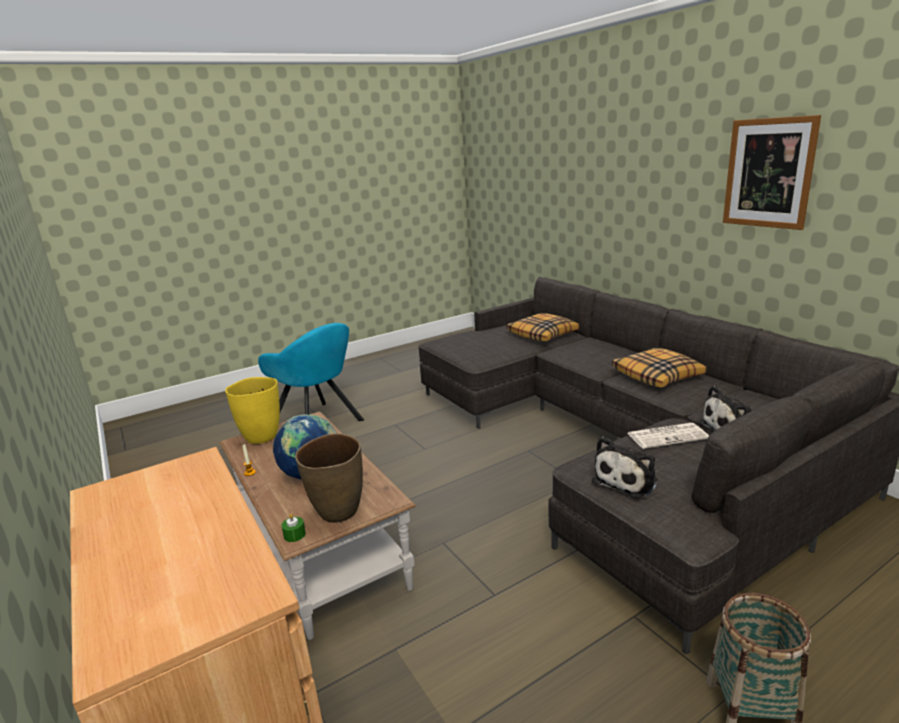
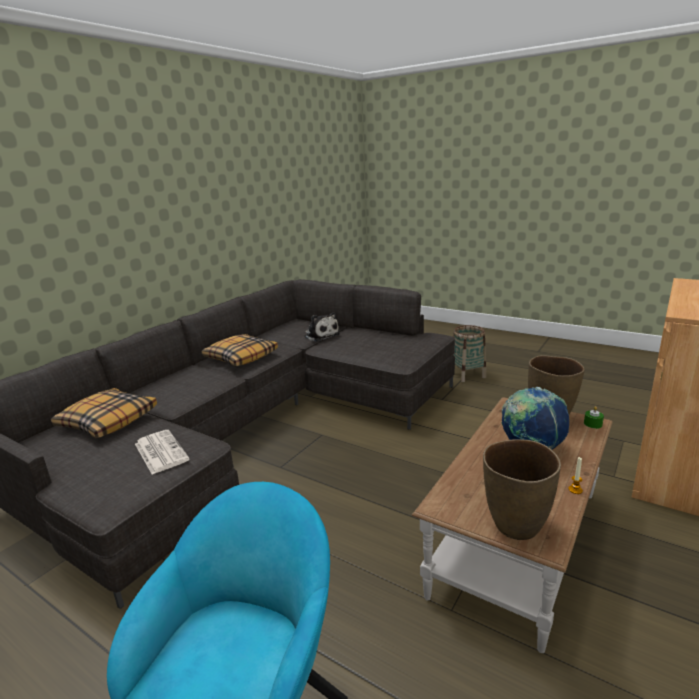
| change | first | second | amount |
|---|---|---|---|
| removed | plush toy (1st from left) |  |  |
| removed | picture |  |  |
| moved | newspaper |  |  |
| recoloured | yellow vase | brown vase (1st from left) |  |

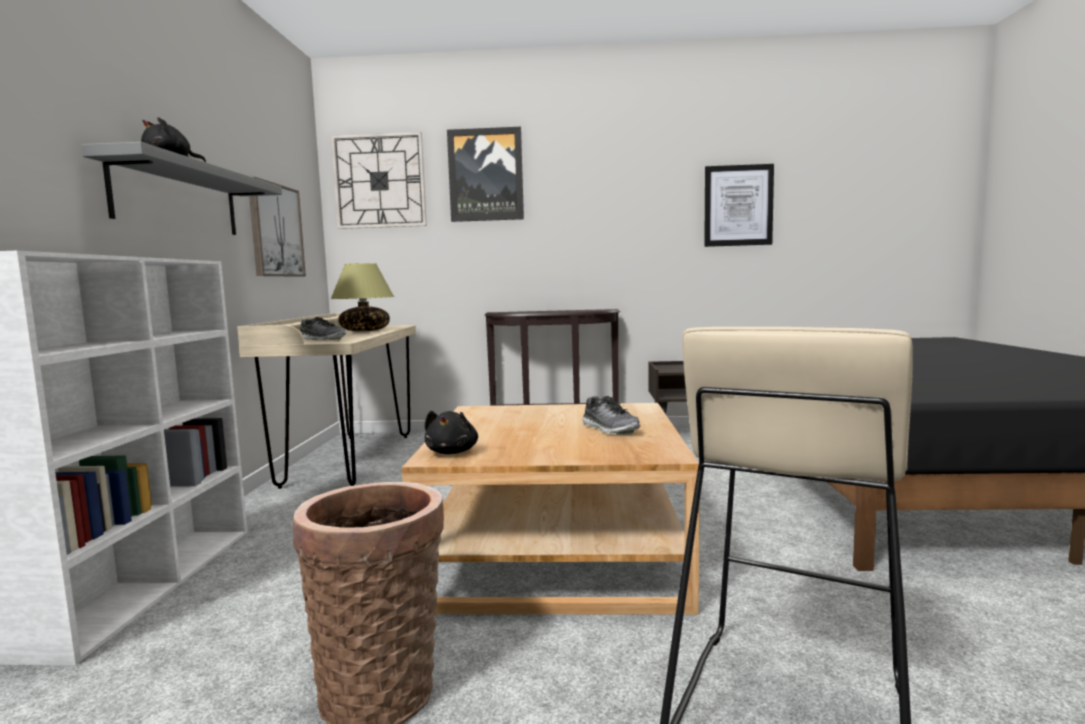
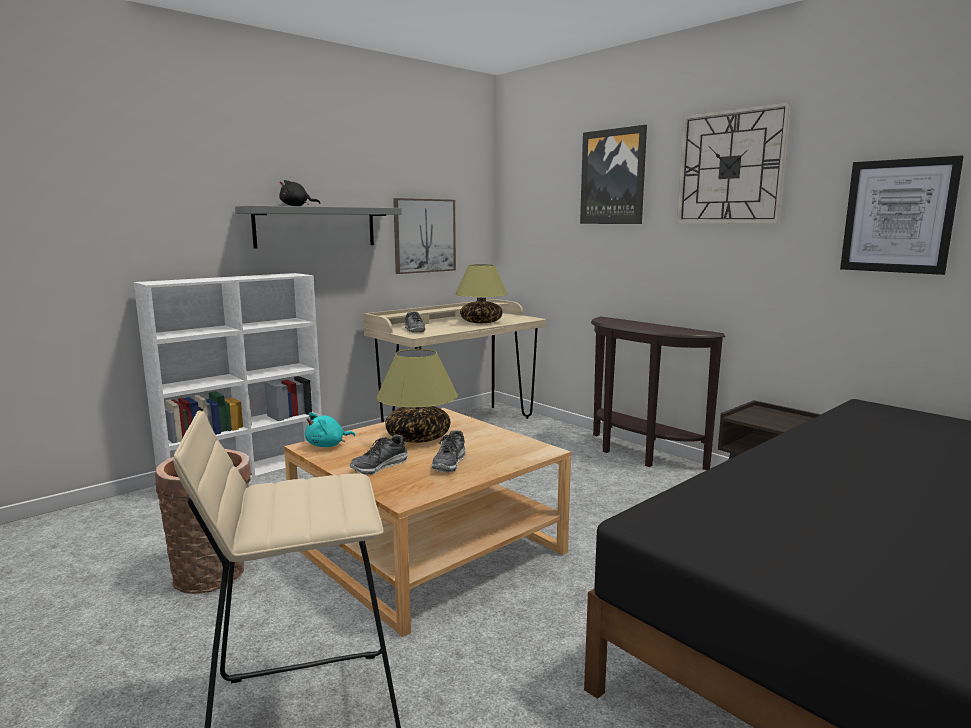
| change | first | second | amount |
|---|---|---|---|
| added |  | shoe (1st from left) |  |
| added |  | table lamp (1st from left) |  |
| moved | wall clock |  |  |
| recoloured | black plush toy (2nd from left) | turquoise plush toy |  |

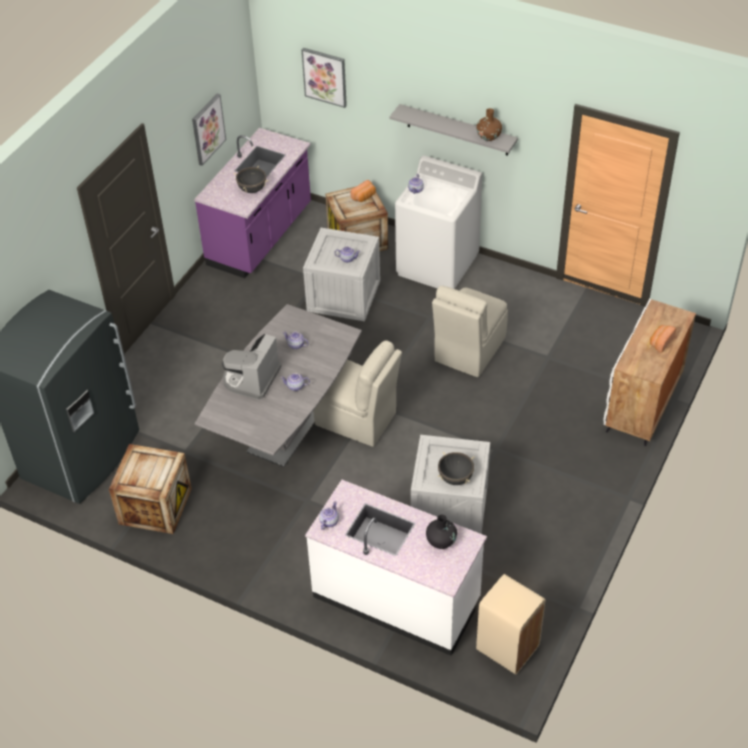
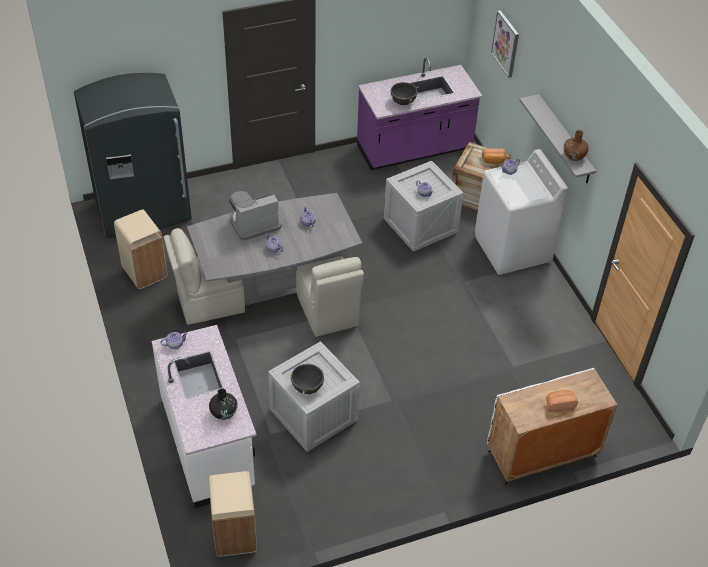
| change | first | second | amount |
|---|---|---|---|
| removed | picture (1st from left) |  |  |
| moved | beige chair (2nd from left in the first image) | beige chair (1st from left) |  |
| replaced | crate (1st from left) | beige trash can (1st from left) |  |

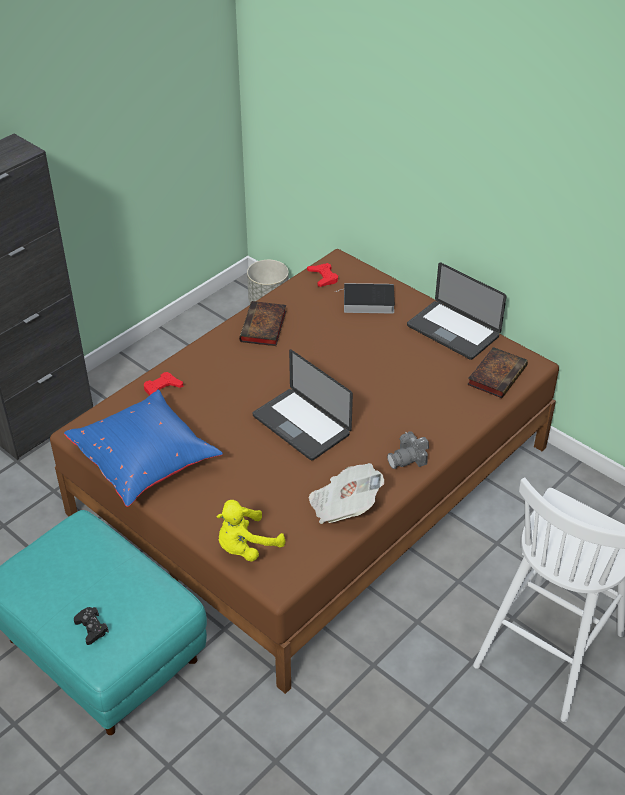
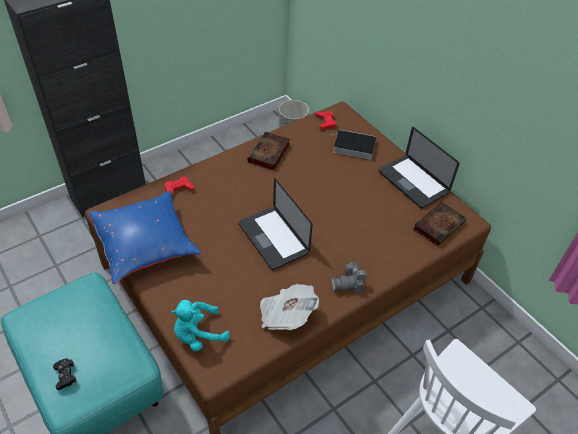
| change | first | second | amount |
|---|---|---|---|
| recoloured | yellow plush toy | turquoise plush toy |  |

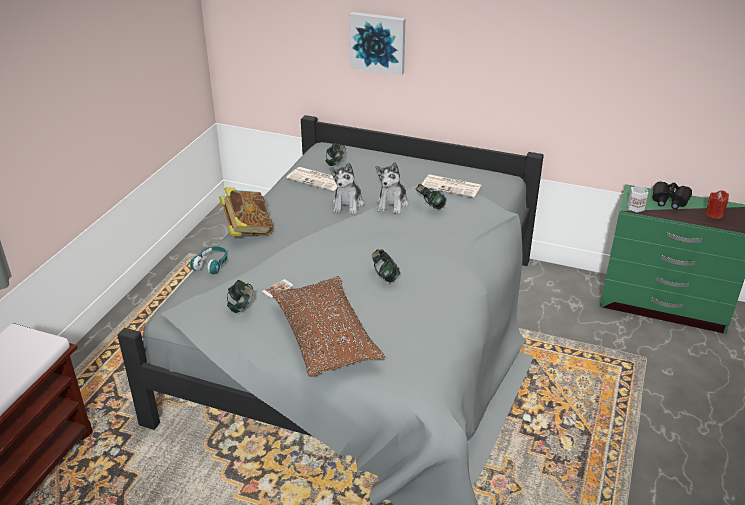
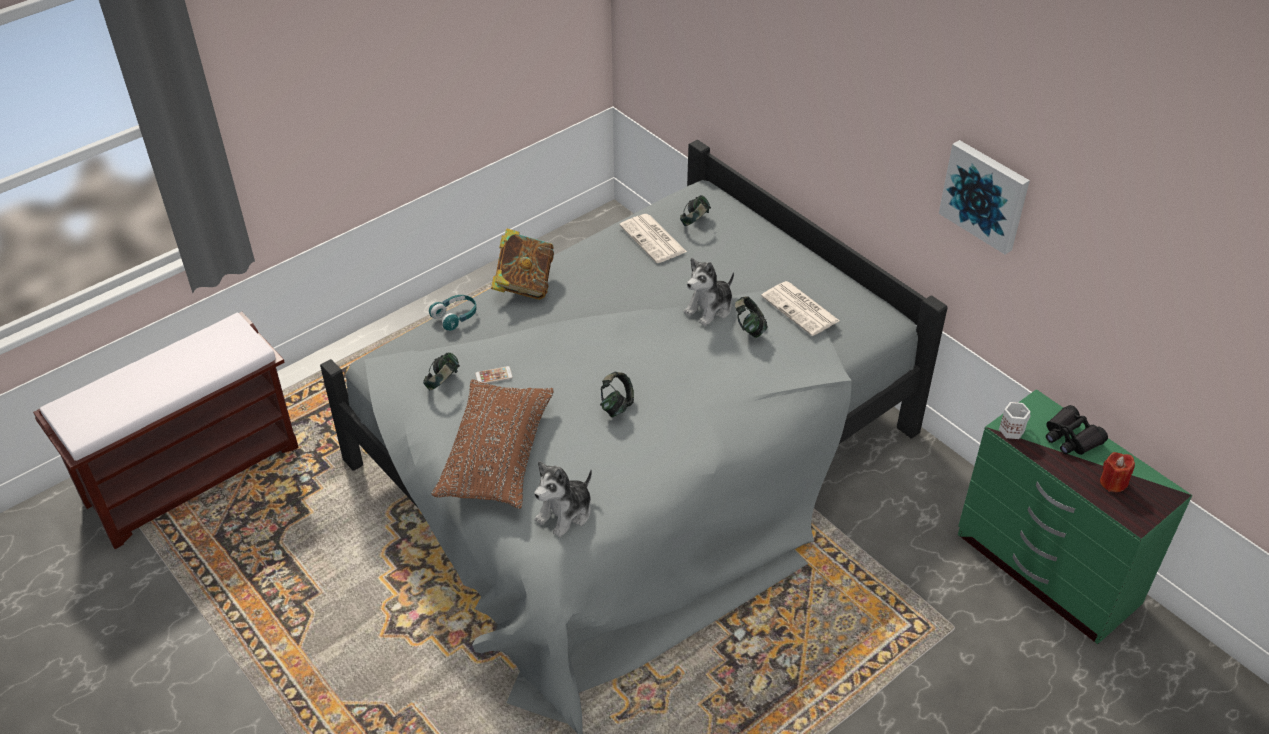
| change | first | second | amount |
|---|---|---|---|
| moved | plush toy (1st from left) |  |  |
| moved | picture |  |  |

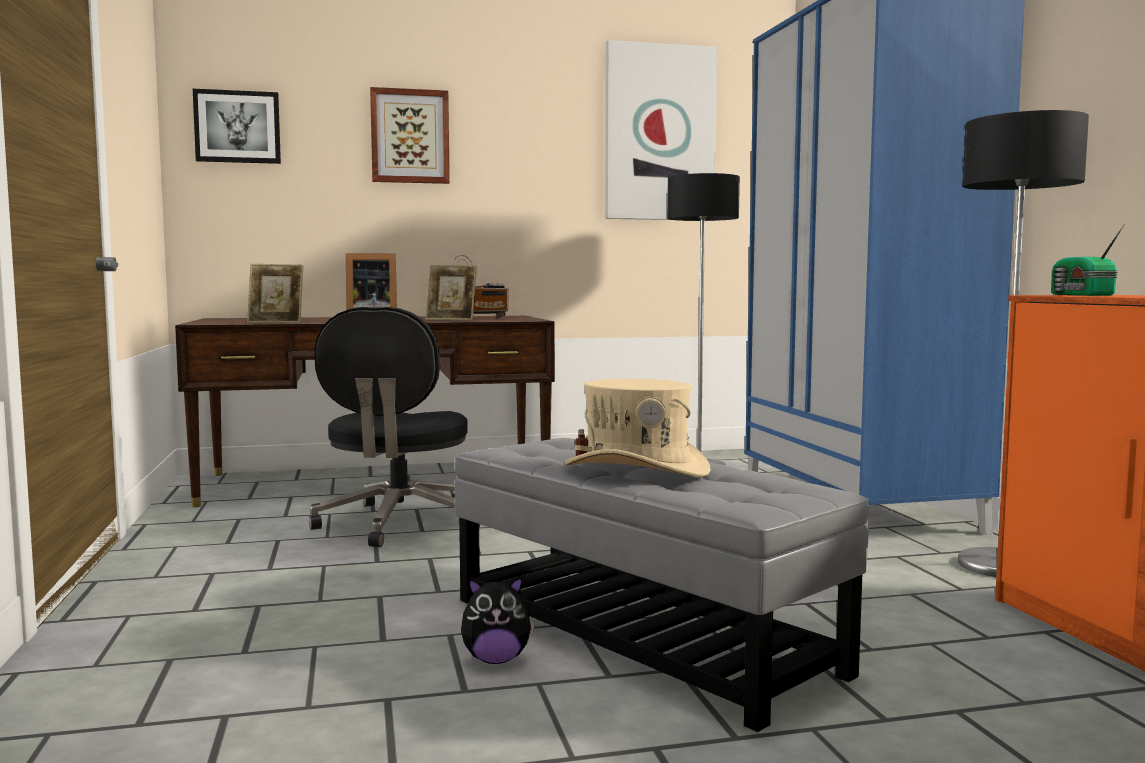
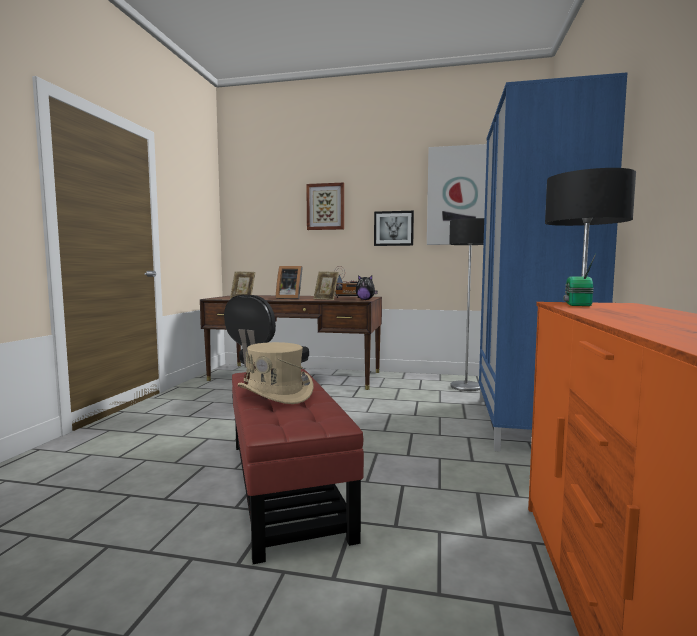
| change | first | second | amount |
|---|---|---|---|
| moved | picture (1st from left in the first image) | picture (2nd from left) |  |
| moved | plush toy |  |  |
| recoloured | grey ottoman | red ottoman |  |

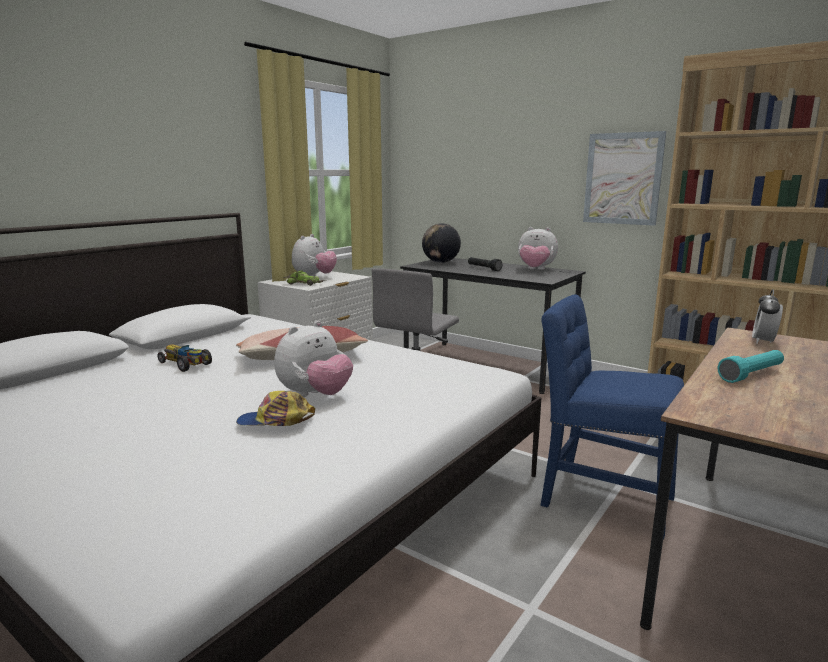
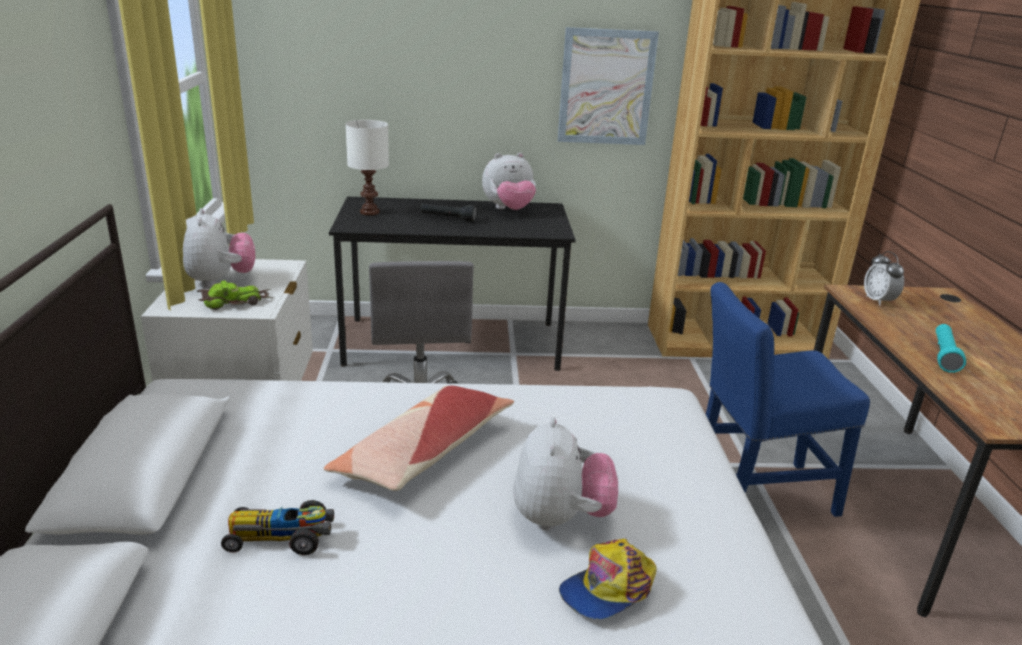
| change | first | second | amount |
|---|---|---|---|
| replaced | globe | white table lamp |  |

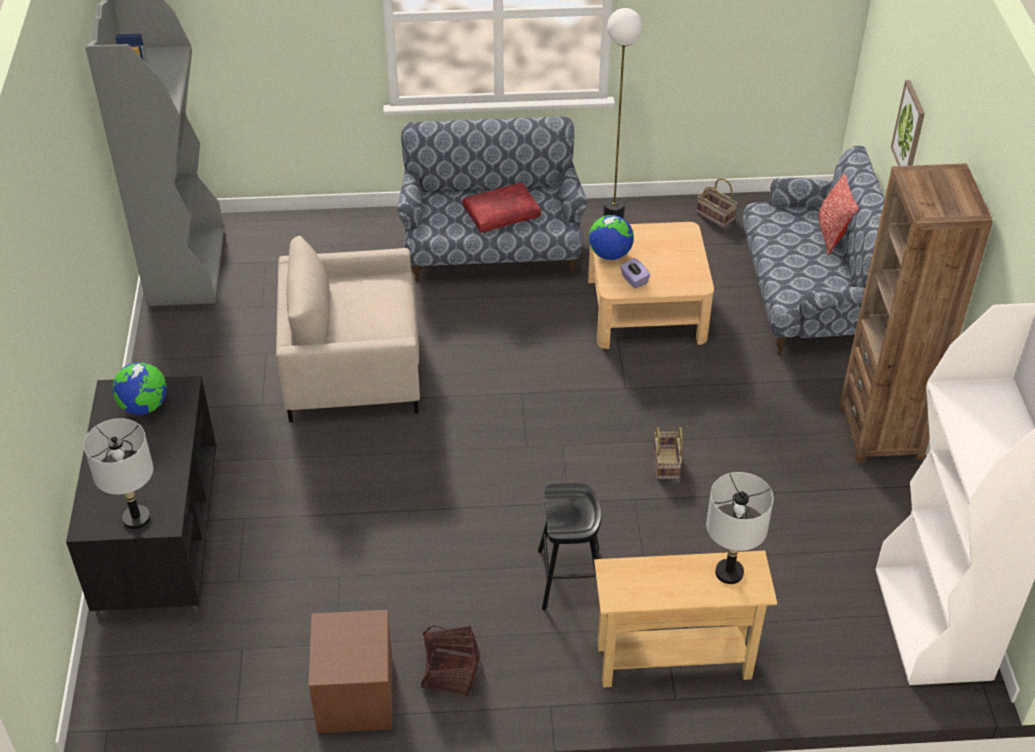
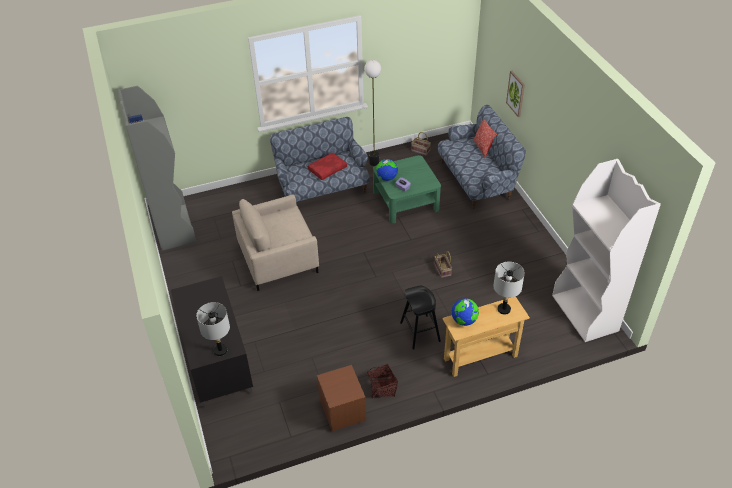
| change | first | second | amount |
|---|---|---|---|
| removed | brown bookcase |  |  |
| moved | globe (1st from left in the first image) | globe (2nd from left) |  |
| recoloured | beige coffee table | green coffee table |  |

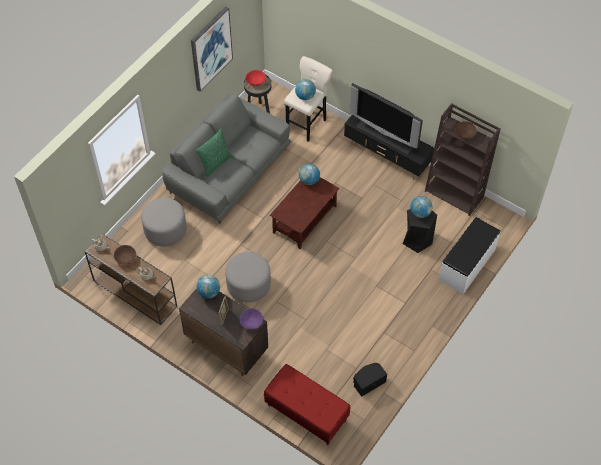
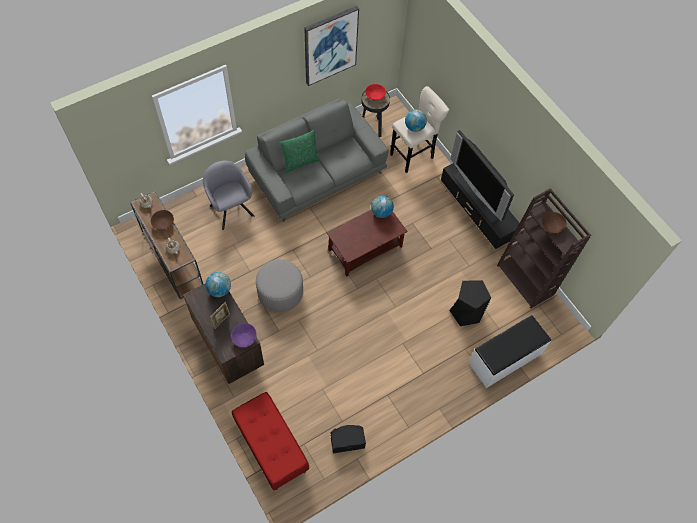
| change | first | second | amount |
|---|---|---|---|
| removed | globe (4th from left) |  |  |
| replaced | grey ottoman (1st from left) | grey armchair |  |

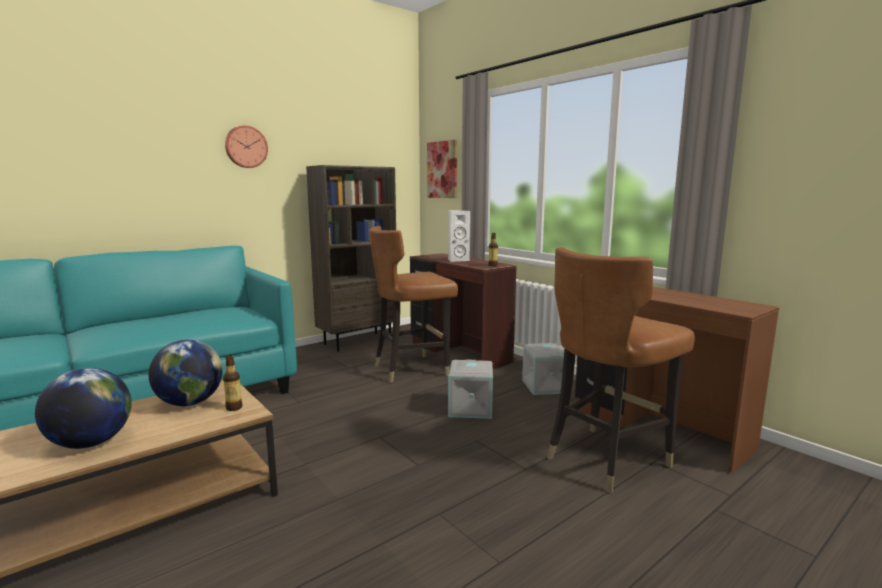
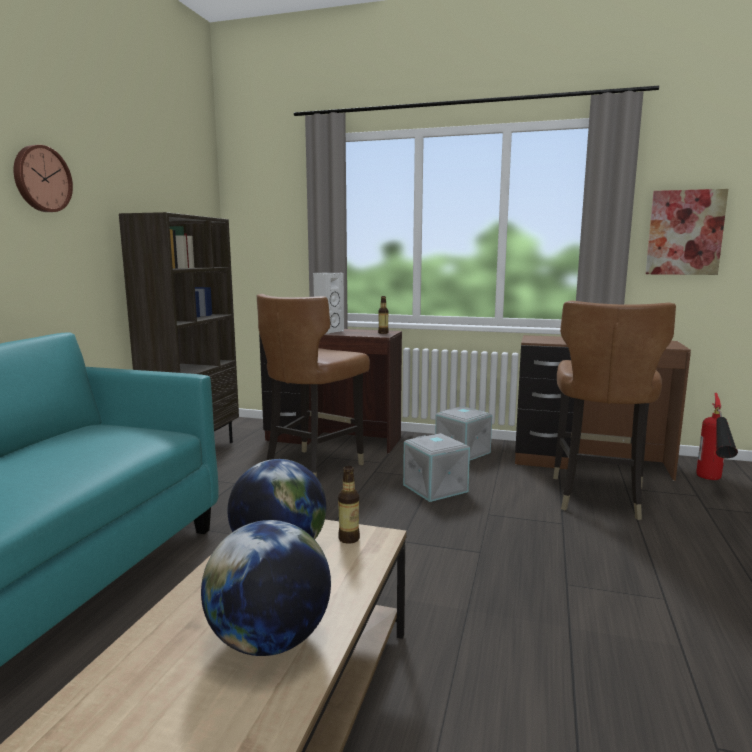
| change | first | second | amount |
|---|---|---|---|
| added |  | fire extinguisher |  |
| moved | picture |  |  |

